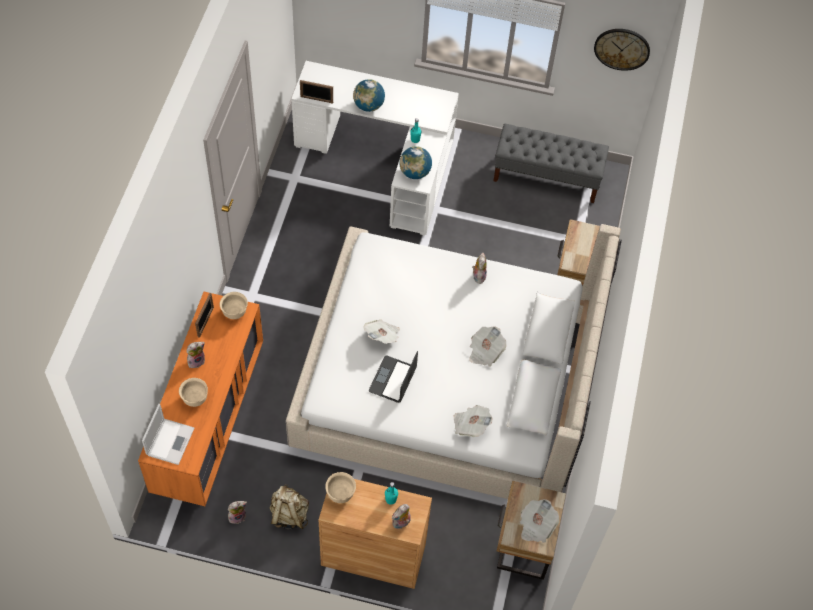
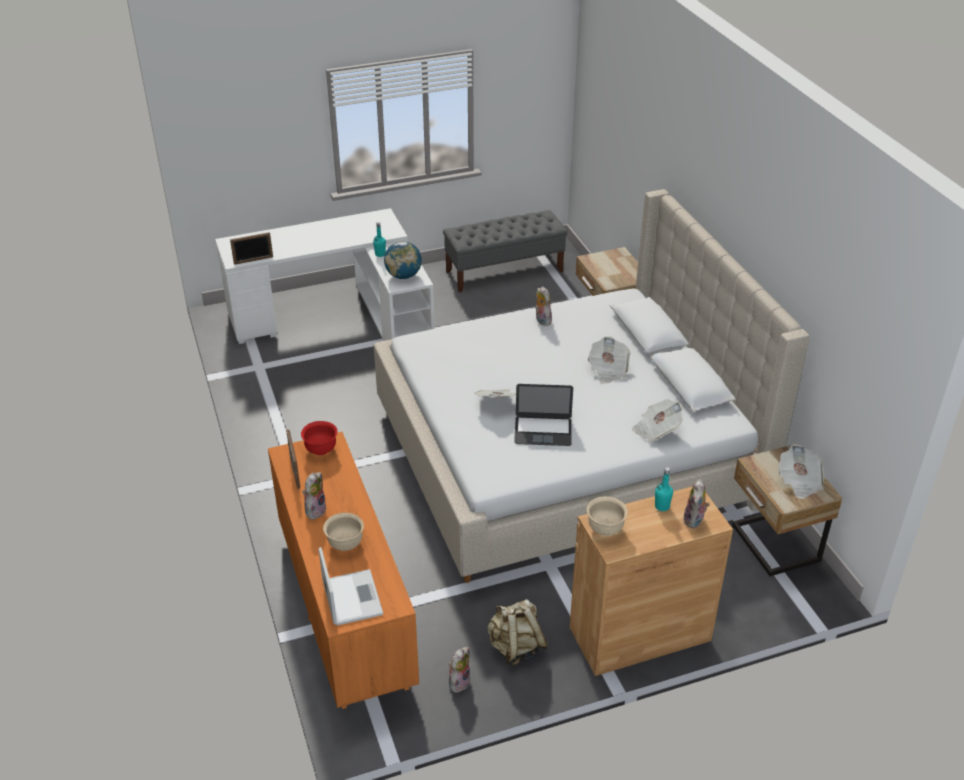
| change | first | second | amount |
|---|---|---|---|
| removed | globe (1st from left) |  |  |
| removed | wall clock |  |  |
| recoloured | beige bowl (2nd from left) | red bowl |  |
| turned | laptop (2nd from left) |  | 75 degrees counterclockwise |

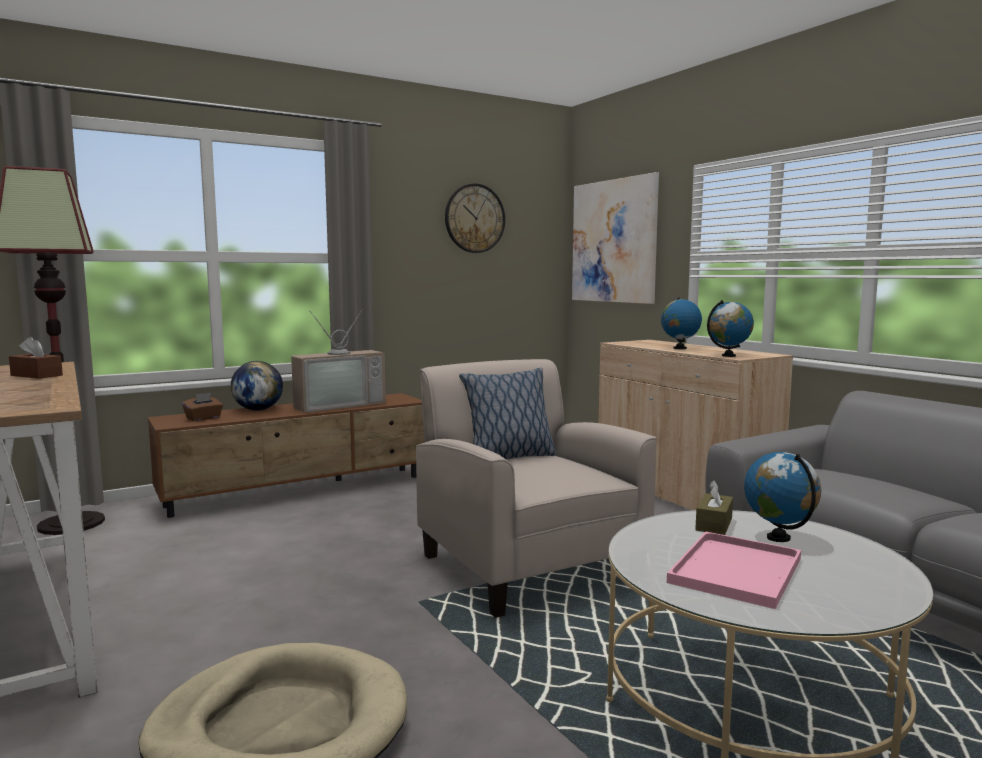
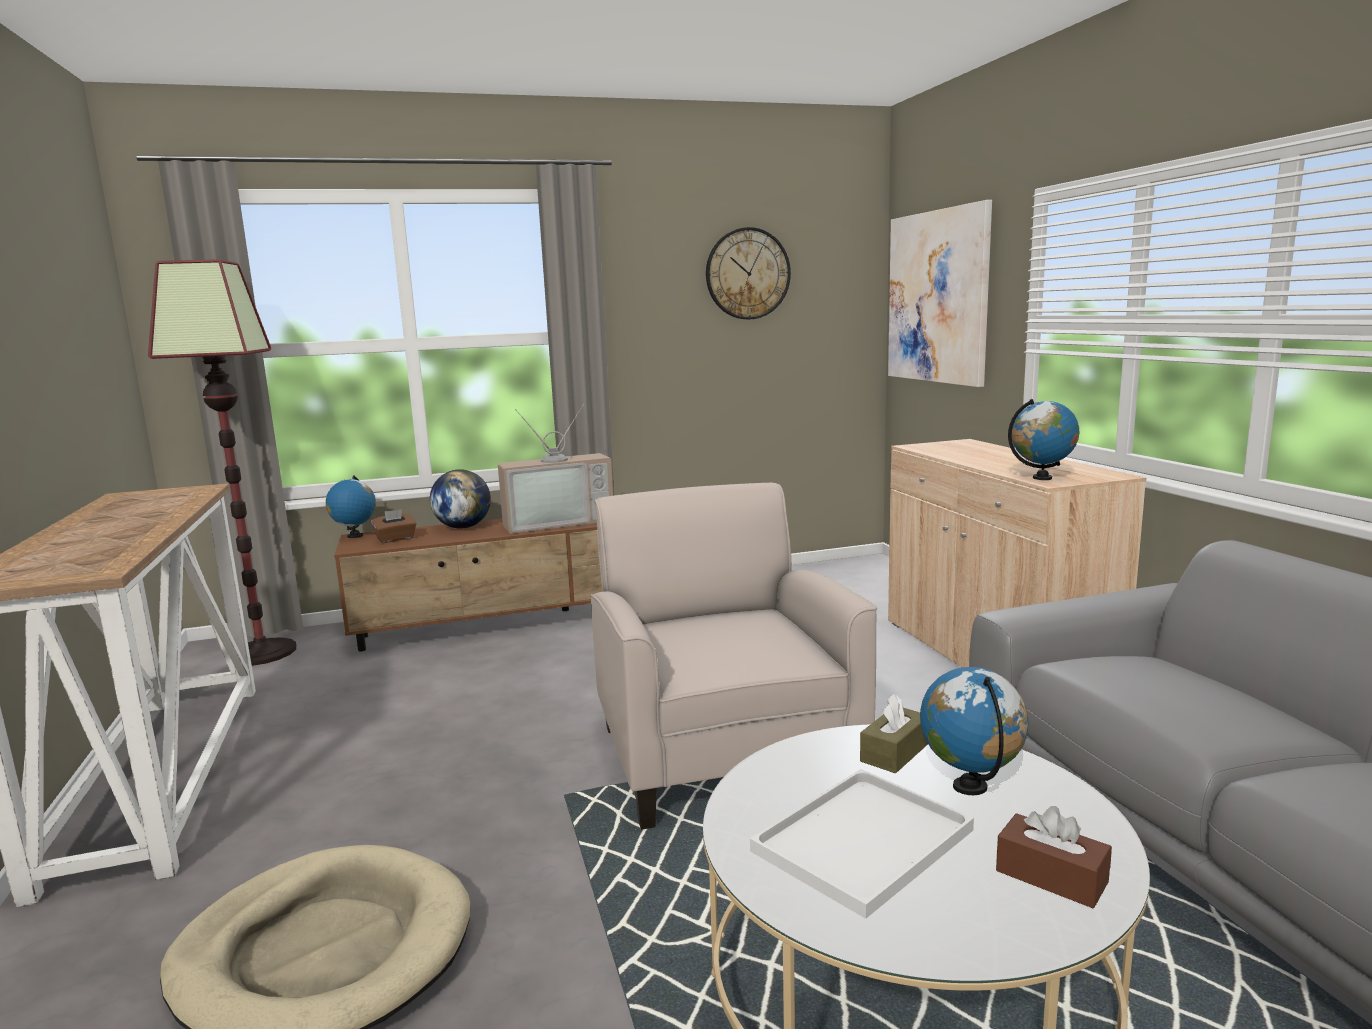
| change | first | second | amount |
|---|---|---|---|
| removed | pillow |  |  |
| moved | brown tissue box (1st from left in the first image) | brown tissue box (3rd from left) |  |
| moved | globe (2nd from left in the first image) | globe (1st from left) |  |
| recoloured | pink tray | white tray |  |

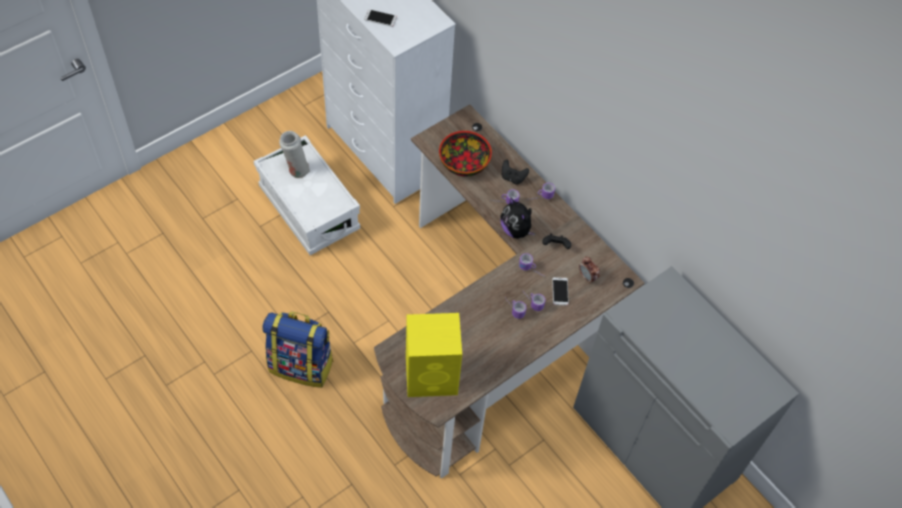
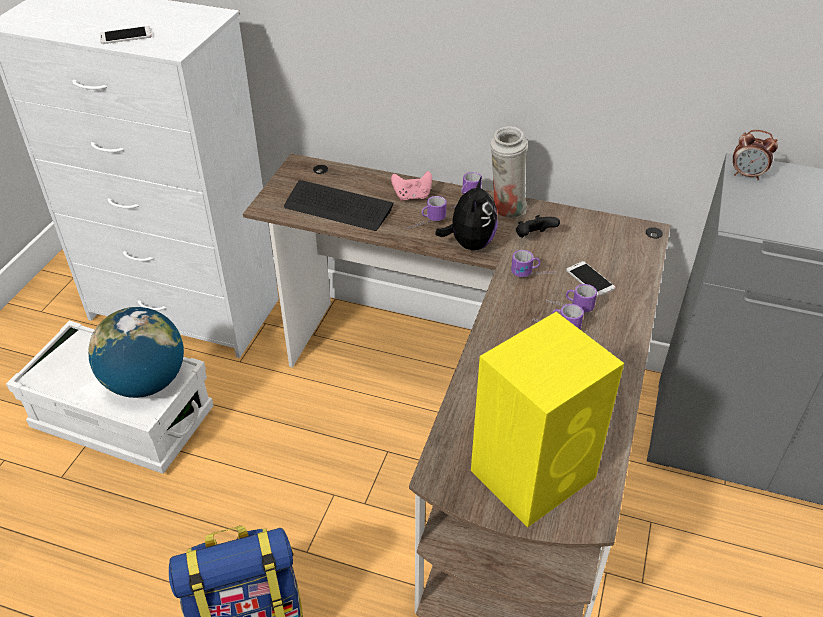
| change | first | second | amount |
|---|---|---|---|
| added |  | globe |  |
| moved | white vase |  |  |
| moved | alarm clock |  |  |
| replaced | bowl | keyboard |  |
| recoloured | black game controller (1st from left) | pink game controller |  |
| turned | plush toy |  | 105 degrees counterclockwise |

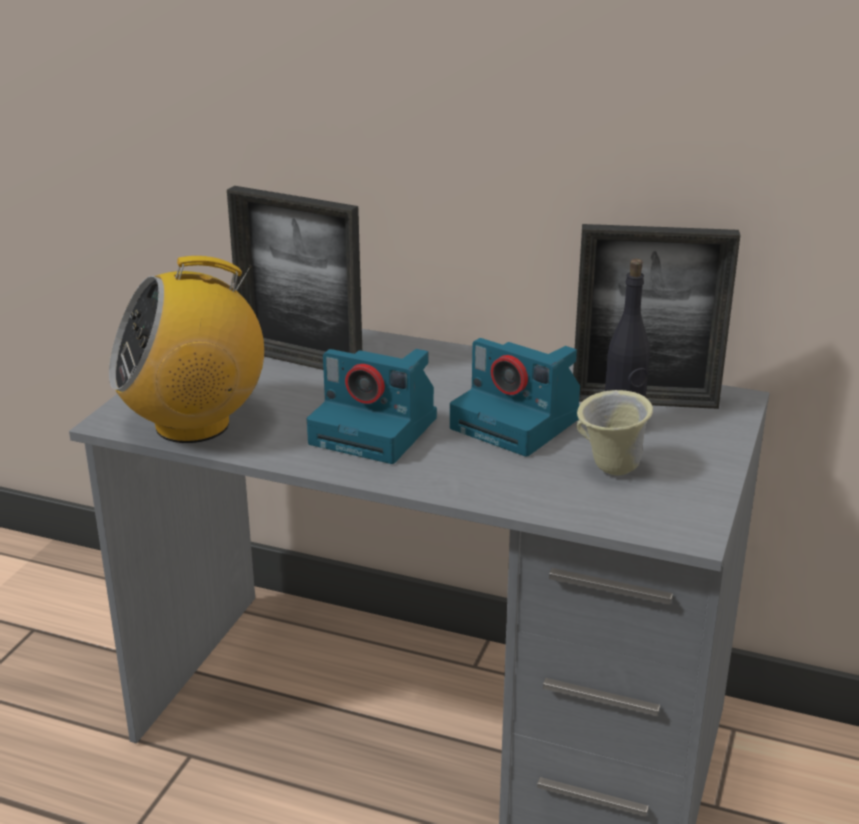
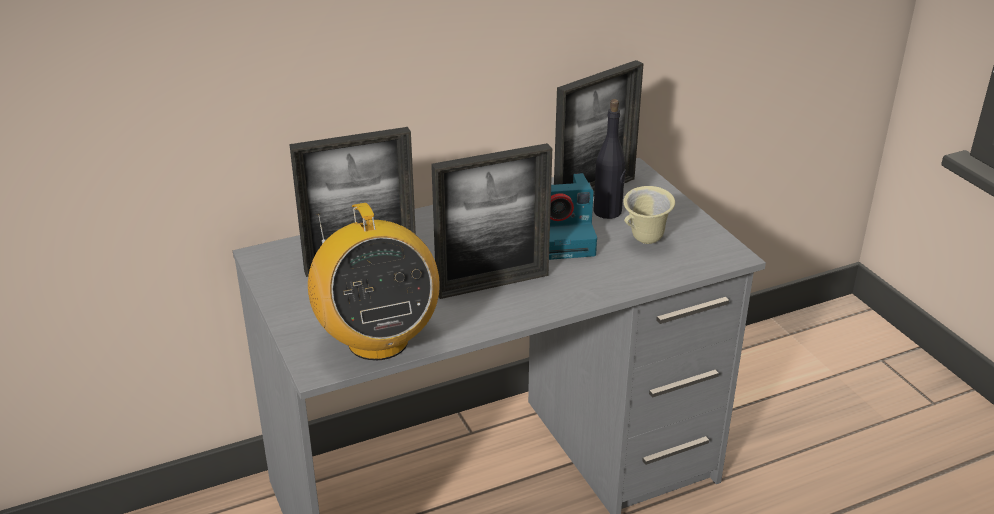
| change | first | second | amount |
|---|---|---|---|
| replaced | photo camera (1st from left) | picture frame (2nd from left) |  |
| turned | radio |  | 45 degrees counterclockwise |

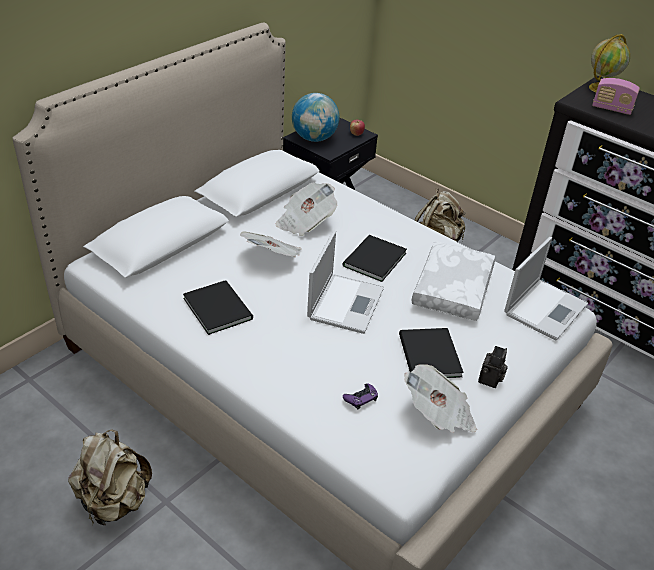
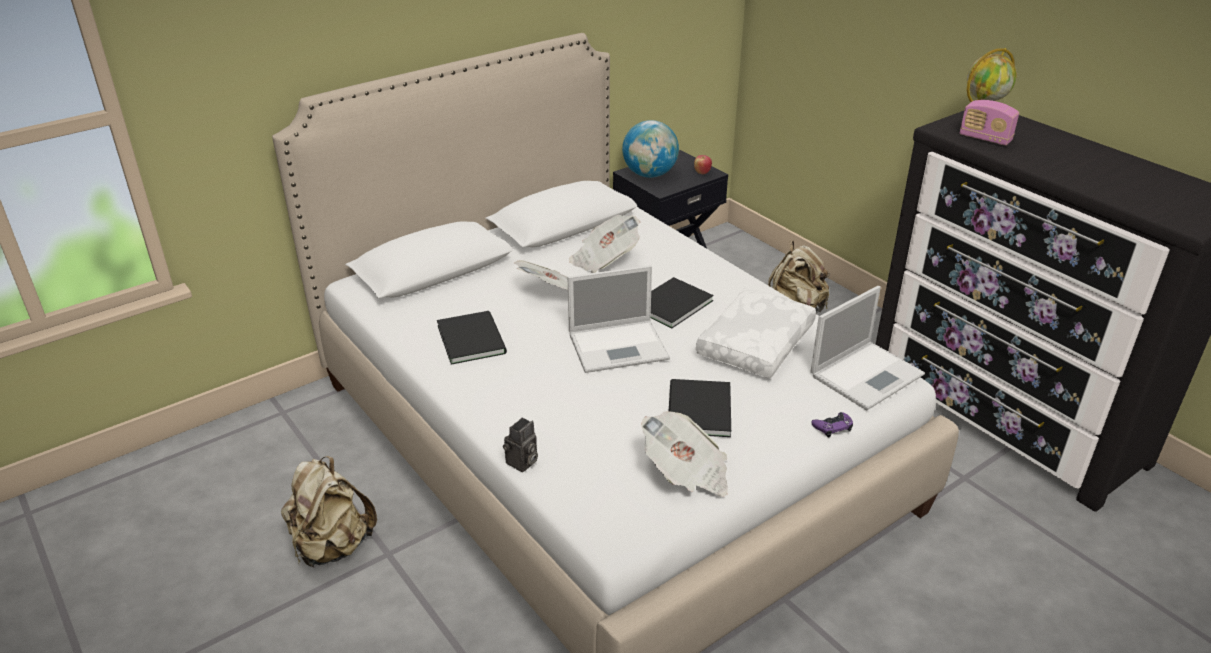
| change | first | second | amount |
|---|---|---|---|
| moved | purple game controller |  |  |
| moved | photo camera |  |  |
| turned | laptop (1st from left) |  | 45 degrees clockwise |

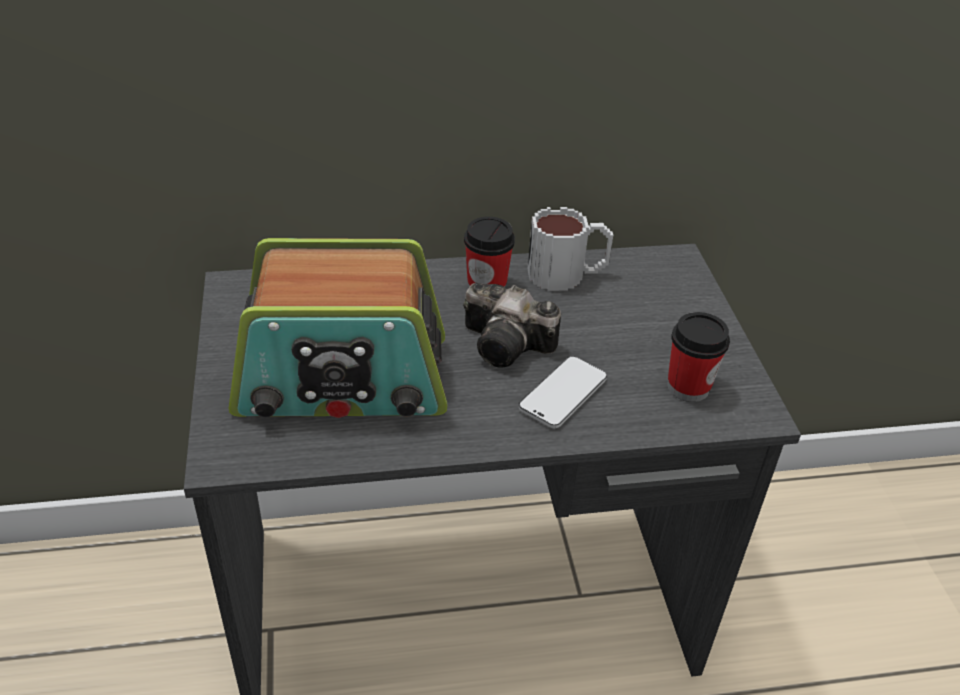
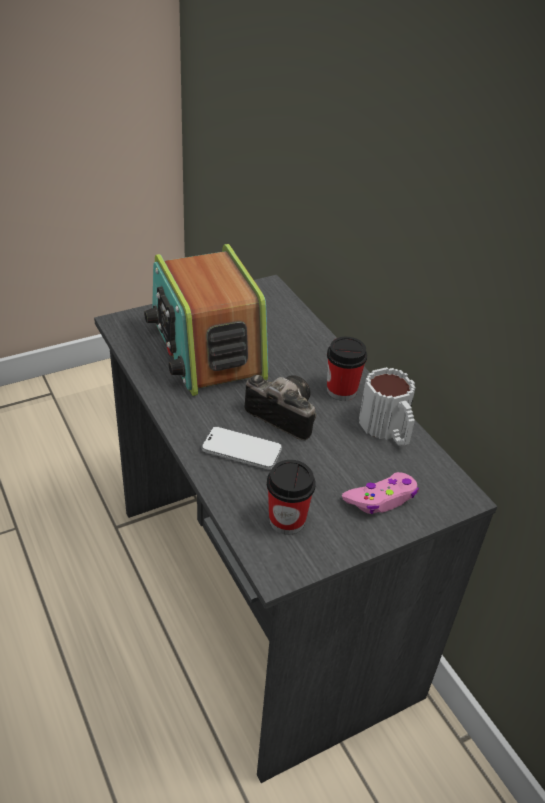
| change | first | second | amount |
|---|---|---|---|
| added |  | pink game controller |  |
| turned | photo camera |  | 120 degrees clockwise |

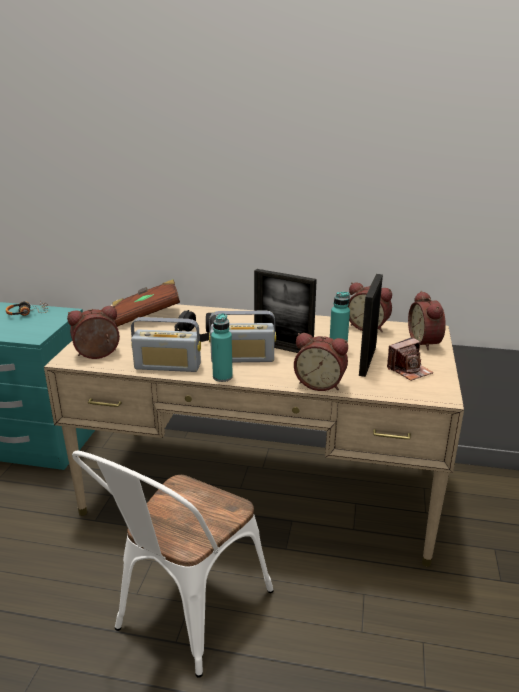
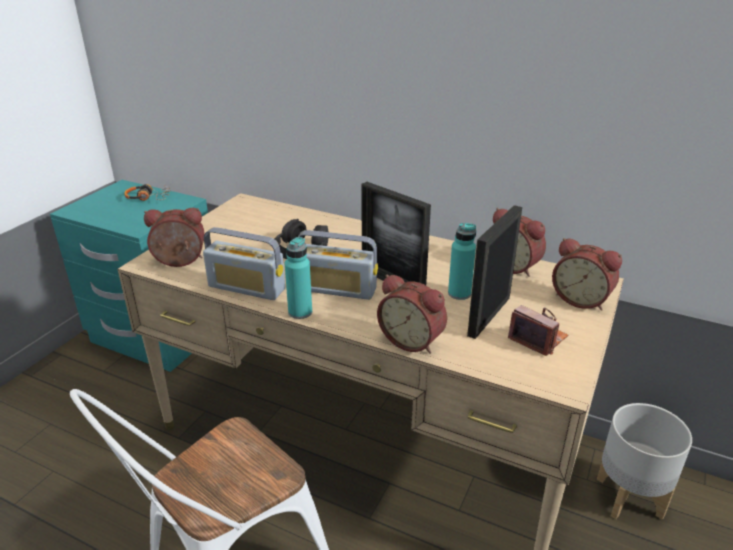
| change | first | second | amount |
|---|---|---|---|
| removed | brown book |  |  |
| added |  | grey planter |  |
| turned | photo camera |  | 120 degrees counterclockwise |
| turned | alarm clock (4th from left) |  | 60 degrees counterclockwise |

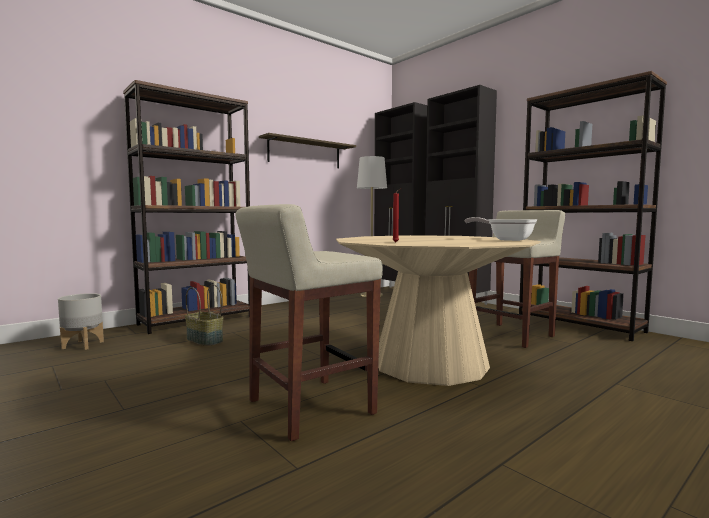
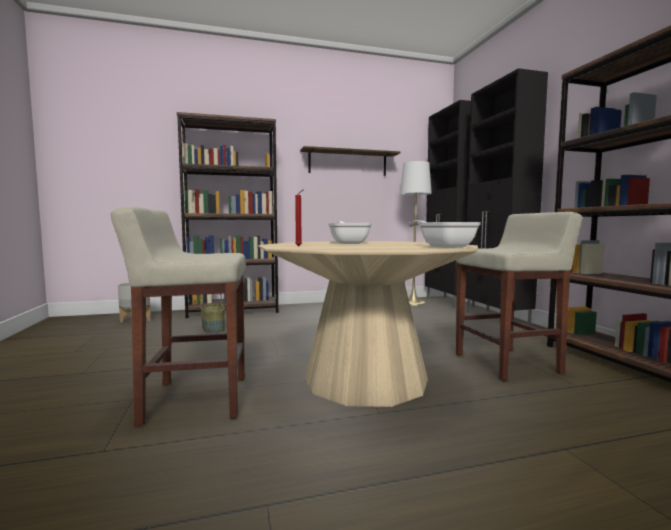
| change | first | second | amount |
|---|---|---|---|
| added |  | frying pan (1st from left) |  |

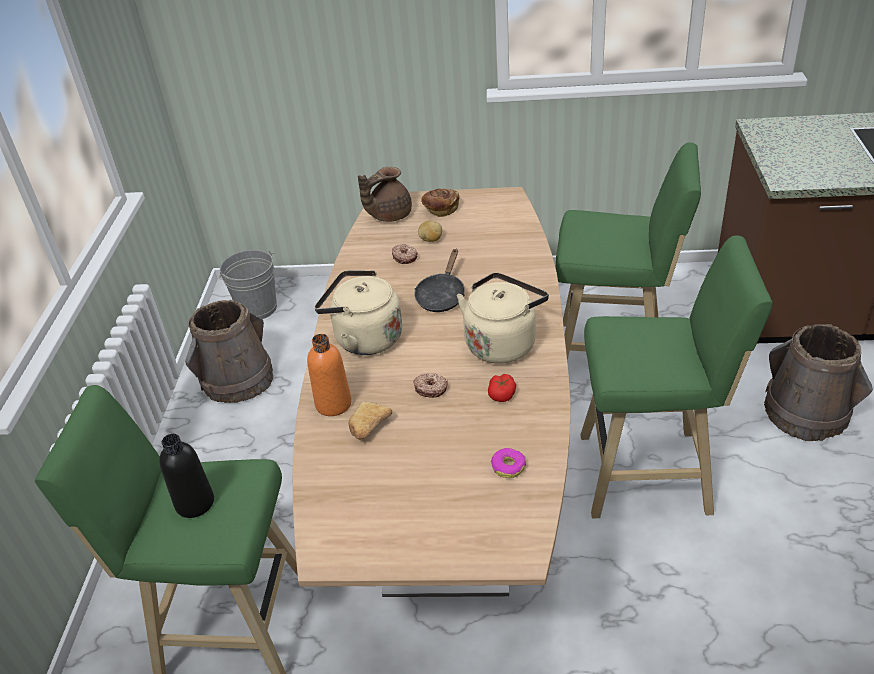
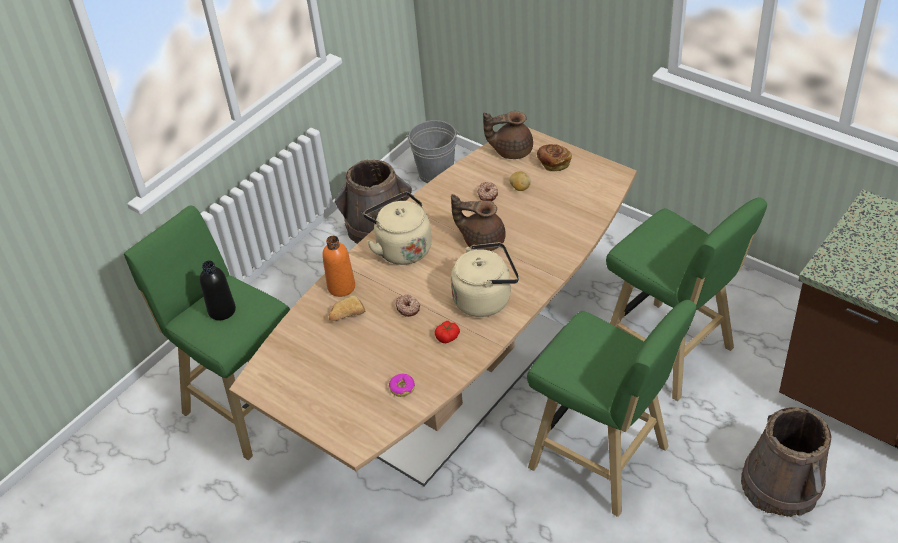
| change | first | second | amount |
|---|---|---|---|
| replaced | black frying pan | brown teapot (1st from left) |  |

